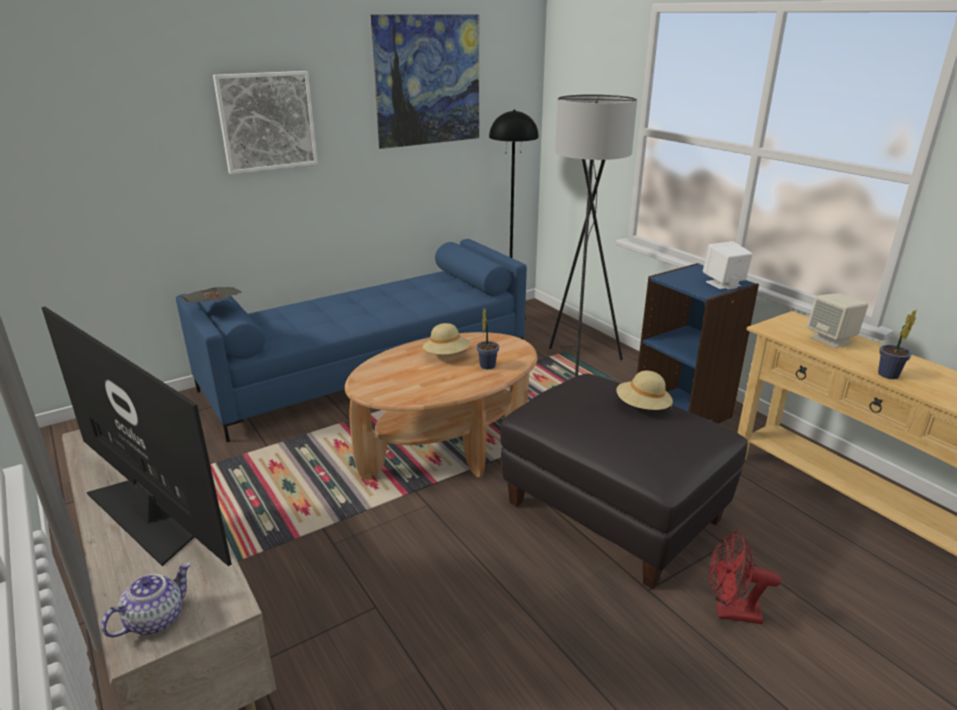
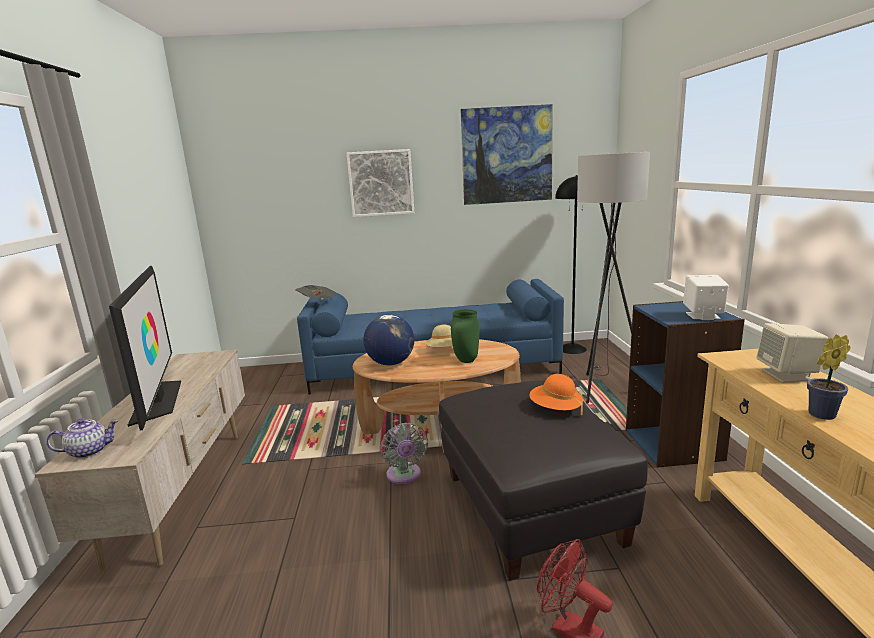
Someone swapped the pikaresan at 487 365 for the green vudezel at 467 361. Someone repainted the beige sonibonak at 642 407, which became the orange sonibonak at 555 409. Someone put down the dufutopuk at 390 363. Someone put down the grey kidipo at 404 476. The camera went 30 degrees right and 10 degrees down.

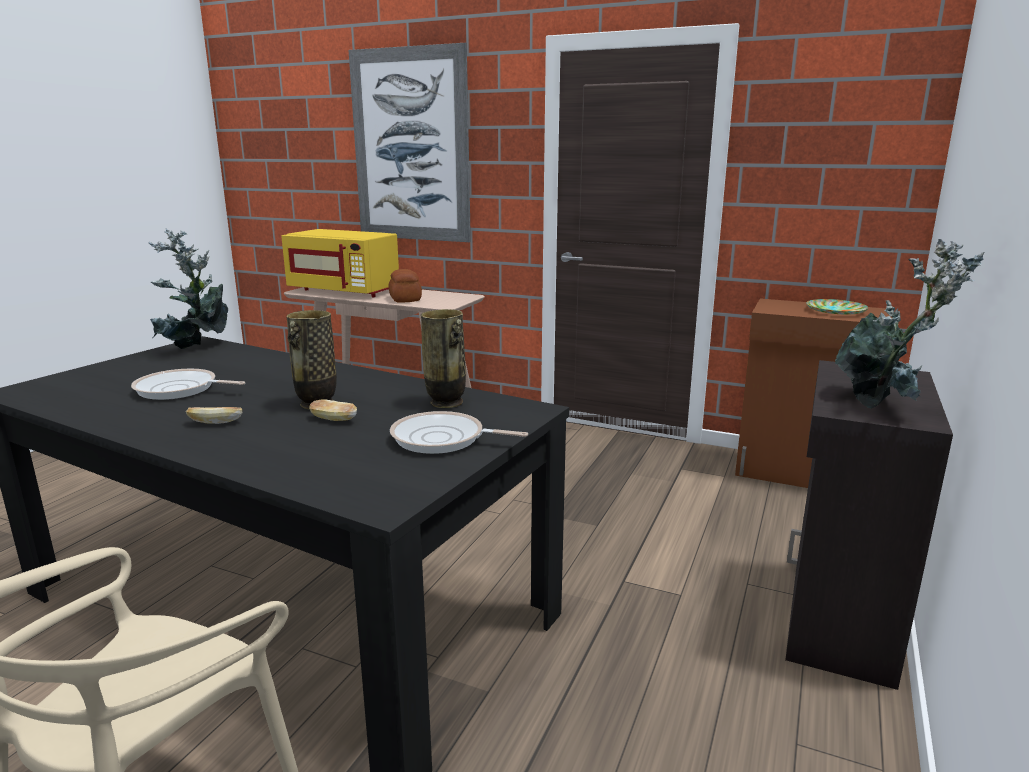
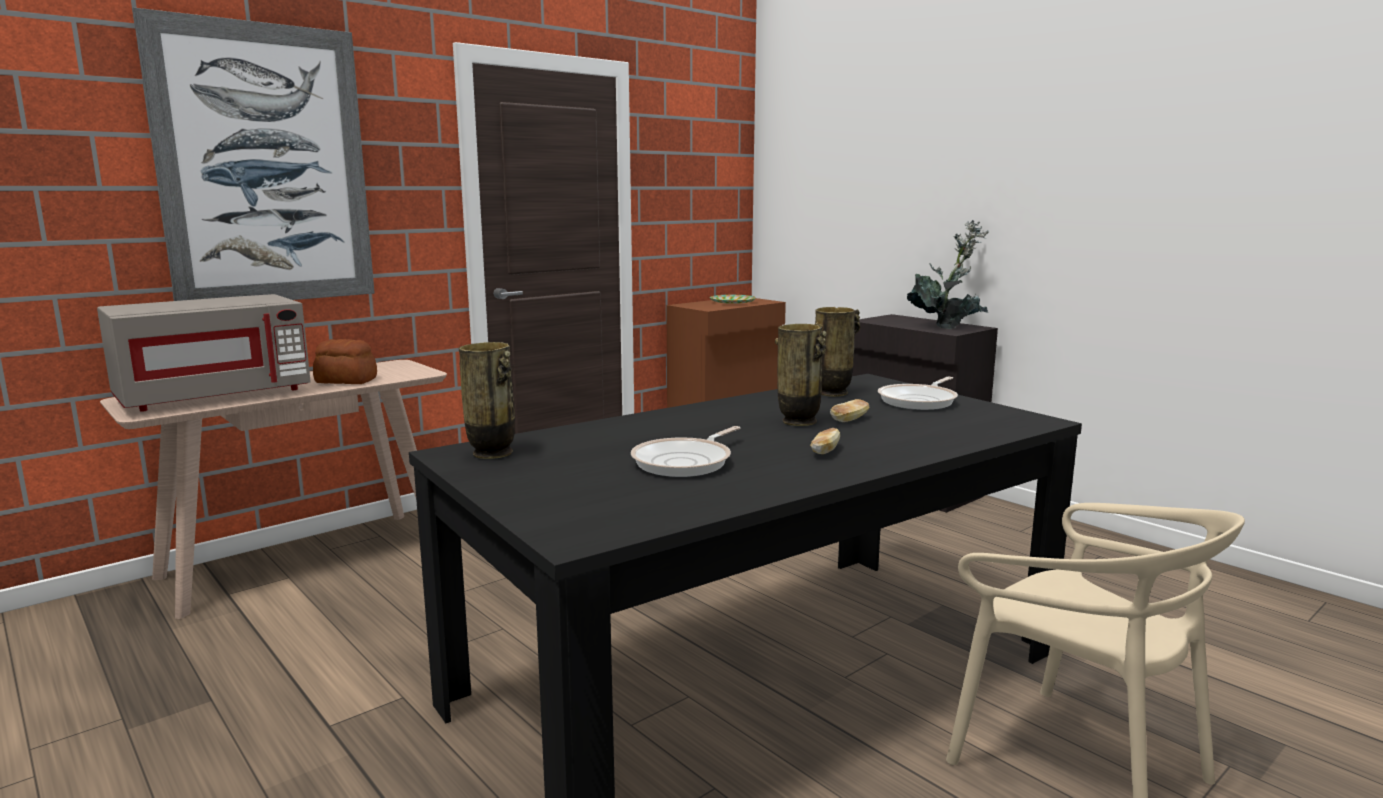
Someone swapped the pikaresan at 197 349 for the vudezel at 492 454. Someone repainted the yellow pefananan at 345 291, which became the grey pefananan at 214 396. The camera went 65 degrees left and 5 degrees down.

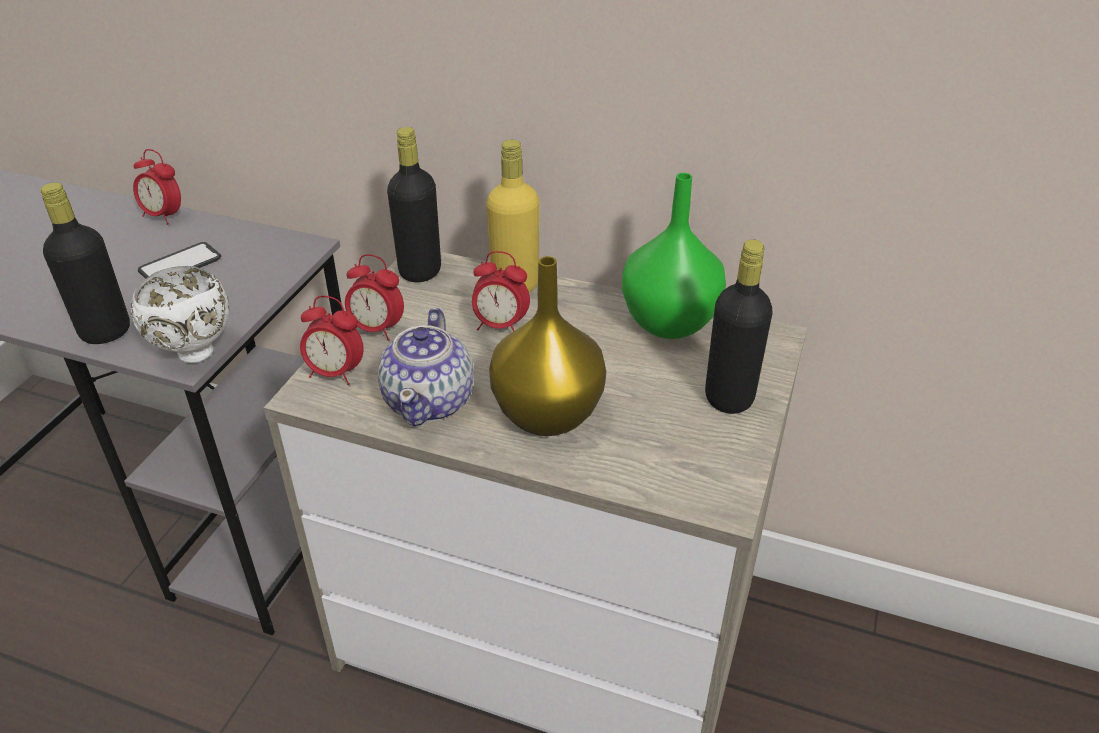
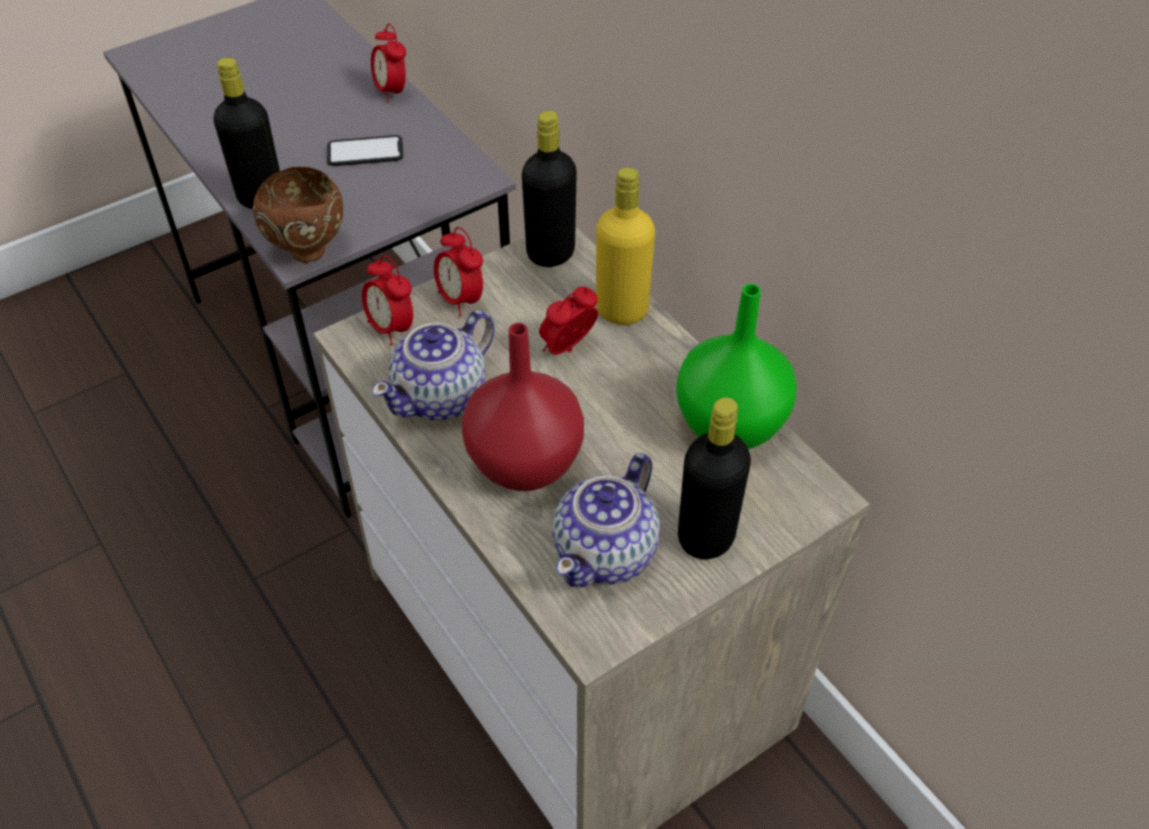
Someone repainted the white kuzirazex at 193 352, which became the brown kuzirazex at 307 250. Someone rotated the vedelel at 500 326 by 90 degrees clockwise. Someone repainted the yellow vudezel at 548 417, which became the red vudezel at 524 466. Someone put down the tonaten at 607 552. The camera went 35 degrees right and 10 degrees up.

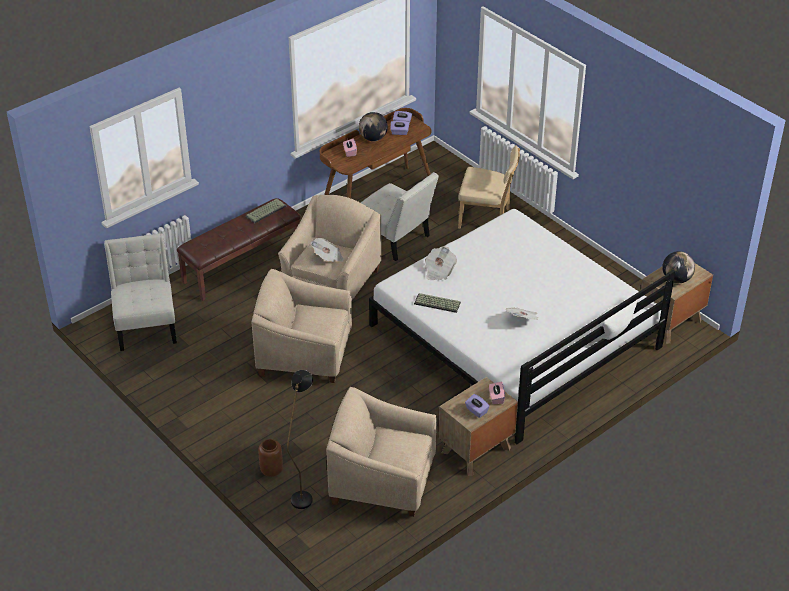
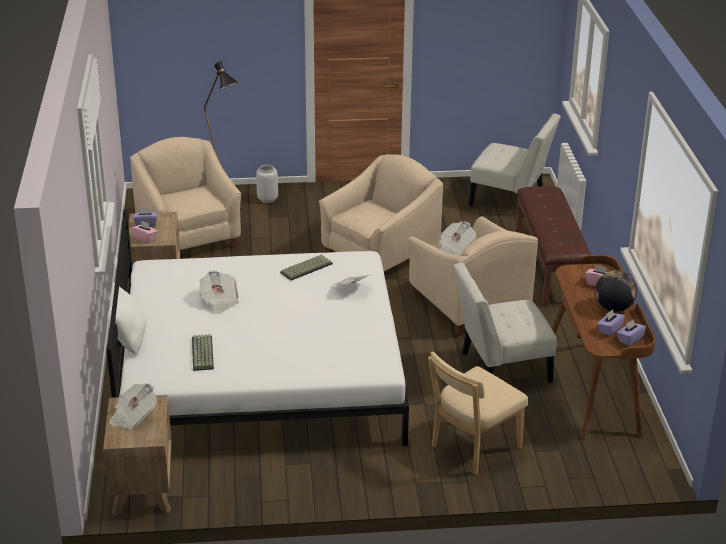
Someone carried the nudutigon from 266 211 to 203 353. Someone repainted the brown vudezel at 271 470, which became the grey vudezel at 268 199. Someone rotated the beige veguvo at 382 481 by 75 degrees counterclockwise. Someone swapped the dufutopuk at 676 279 for the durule at 133 417. The camera went 125 degrees right and 10 degrees down.

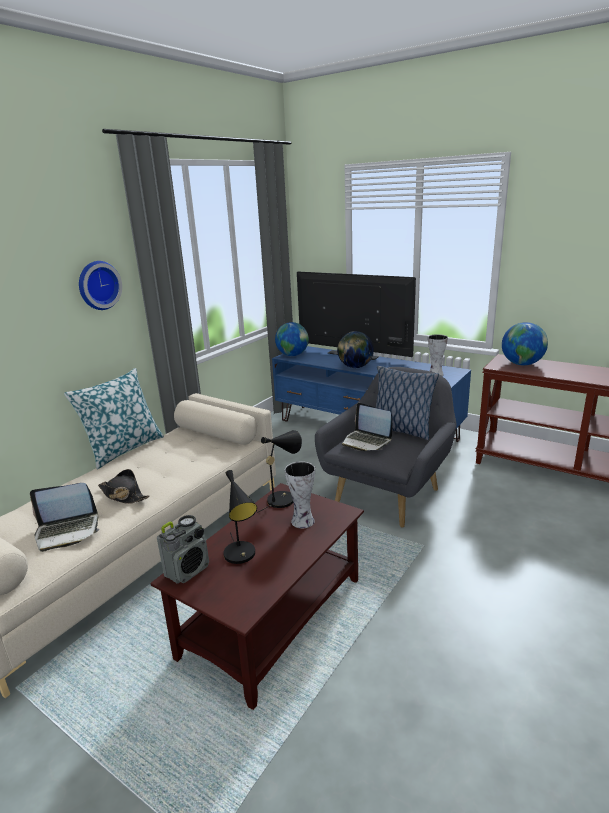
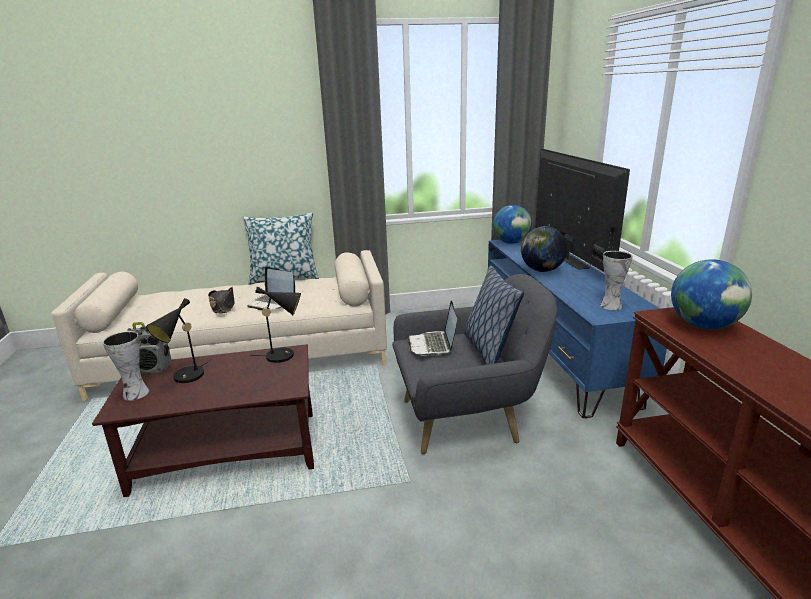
Someone carried the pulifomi from 67 531 to 272 302. Someone took away the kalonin at 98 285. Someone carried the vudezel from 302 522 to 134 394. The camera went 45 degrees right and 0 degrees up.

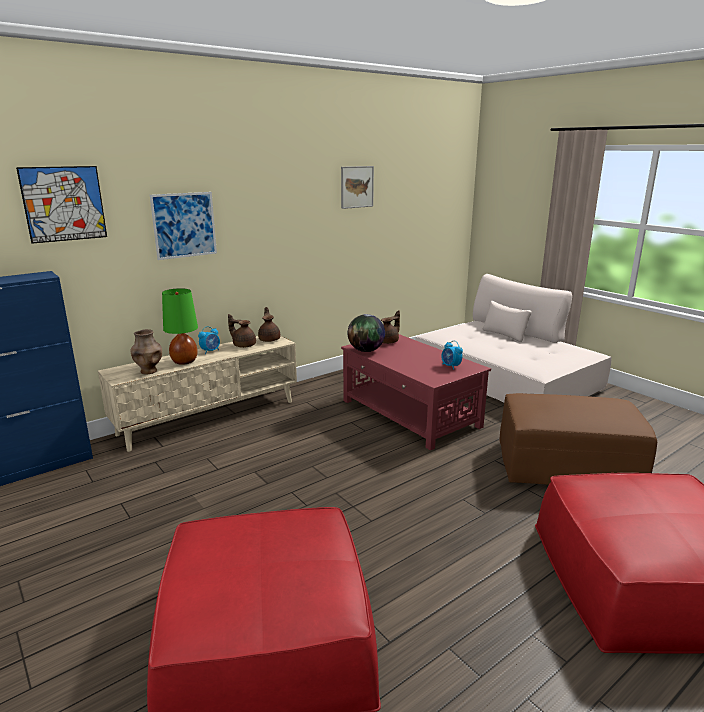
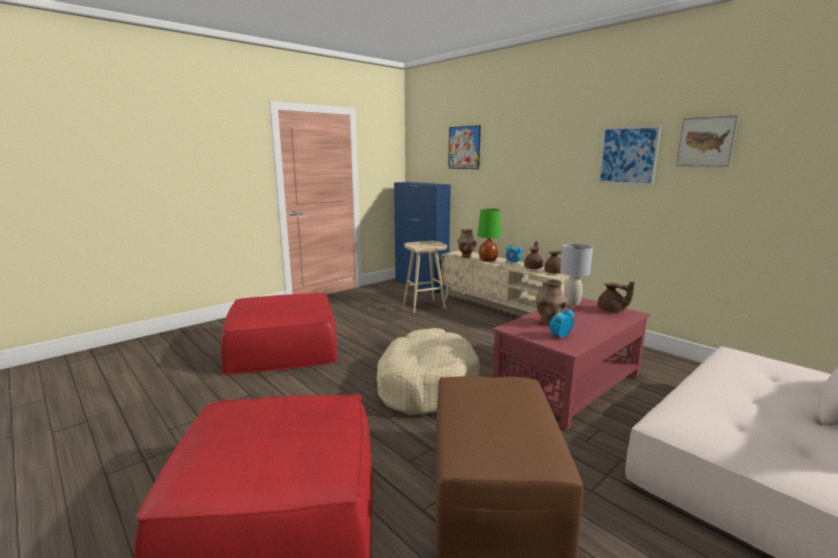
Someone carried the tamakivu from 184 225 to 628 155. Someone swapped the dufutopuk at 366 350 for the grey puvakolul at 571 303. Someone put down the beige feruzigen at 425 384. Someone put down the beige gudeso at 424 306. Someone put down the brown vudezel at 548 323. The camera went 85 degrees right and 5 degrees down.

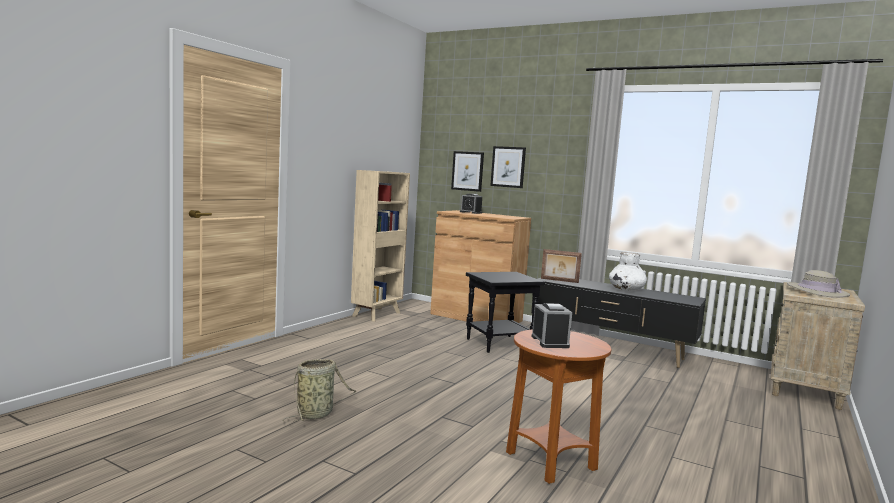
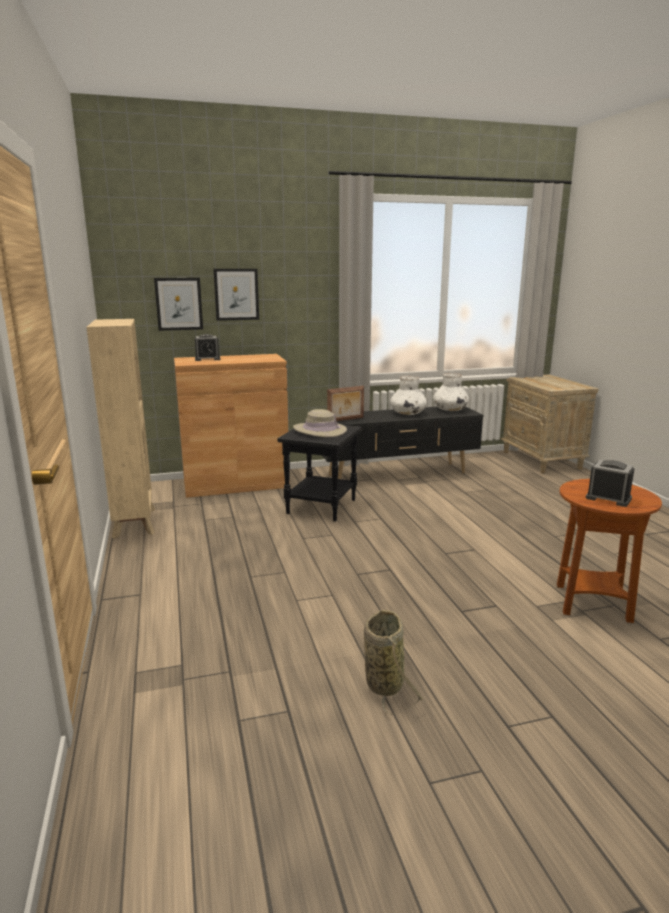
Someone carried the beige sonibonak from 817 291 to 320 430. Someone put down the white vudezel at 450 410. The camera went 45 degrees left and 10 degrees up.

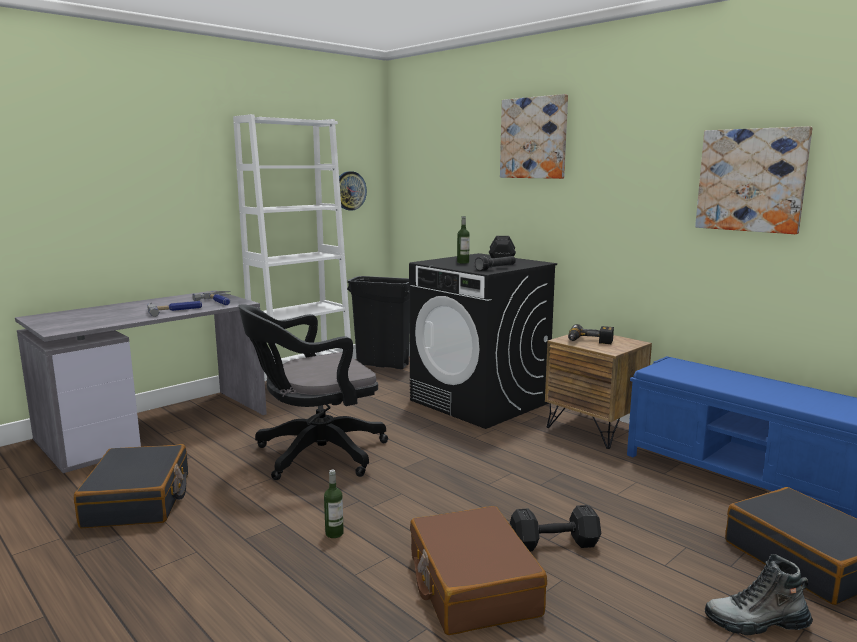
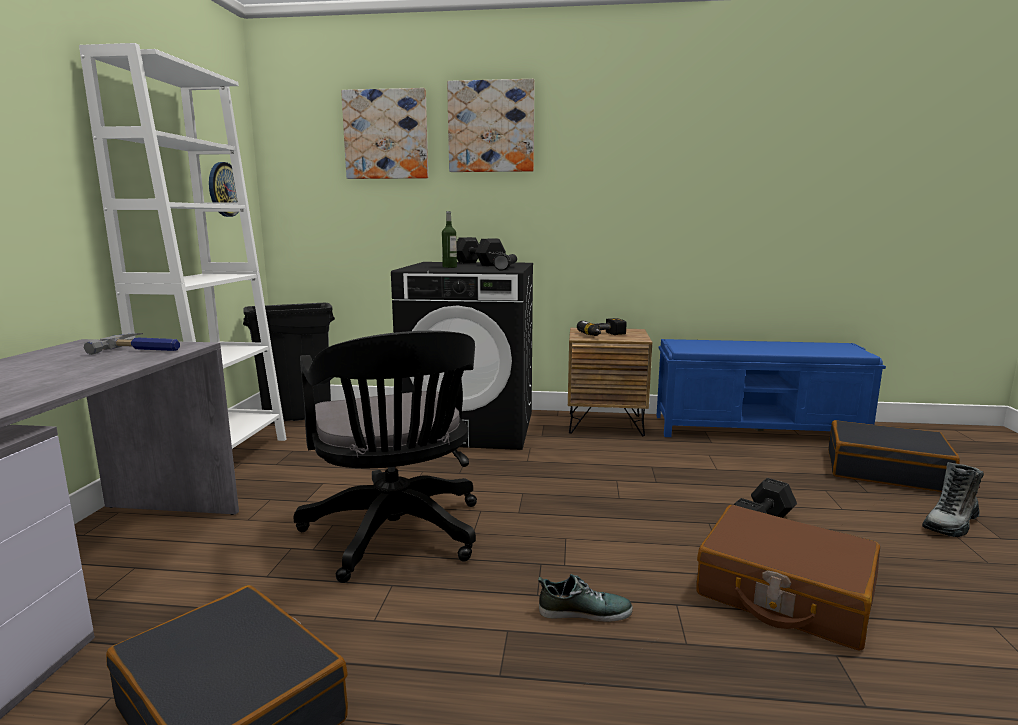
Someone took away the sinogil at 174 310. Someone rotated the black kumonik at 314 455 by 45 degrees counterclockwise. Someone swapped the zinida at 334 533 for the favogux at 584 611. Someone carried the tamakivu from 751 180 to 386 135. The camera went 40 degrees left and 0 degrees up.

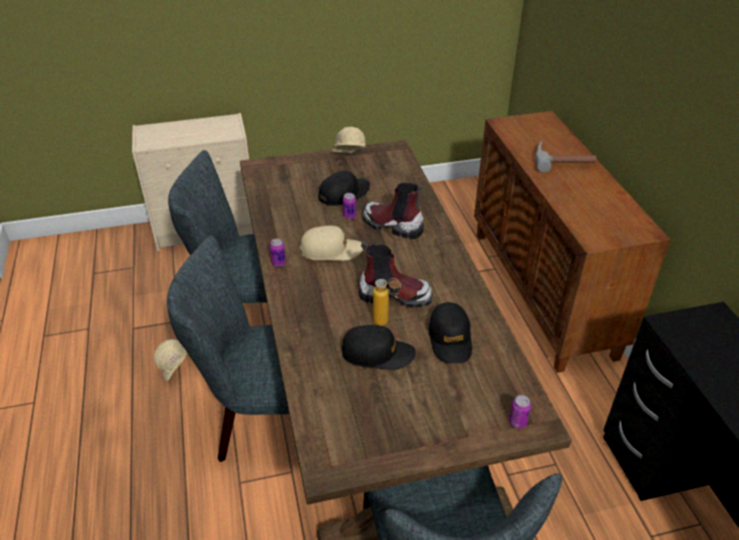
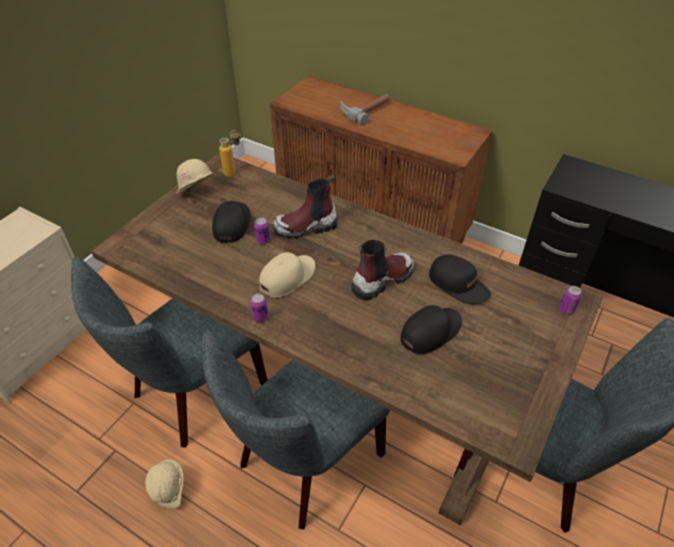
Someone carried the zinida from 386 323 to 234 173. The camera went 45 degrees left and 5 degrees up.

